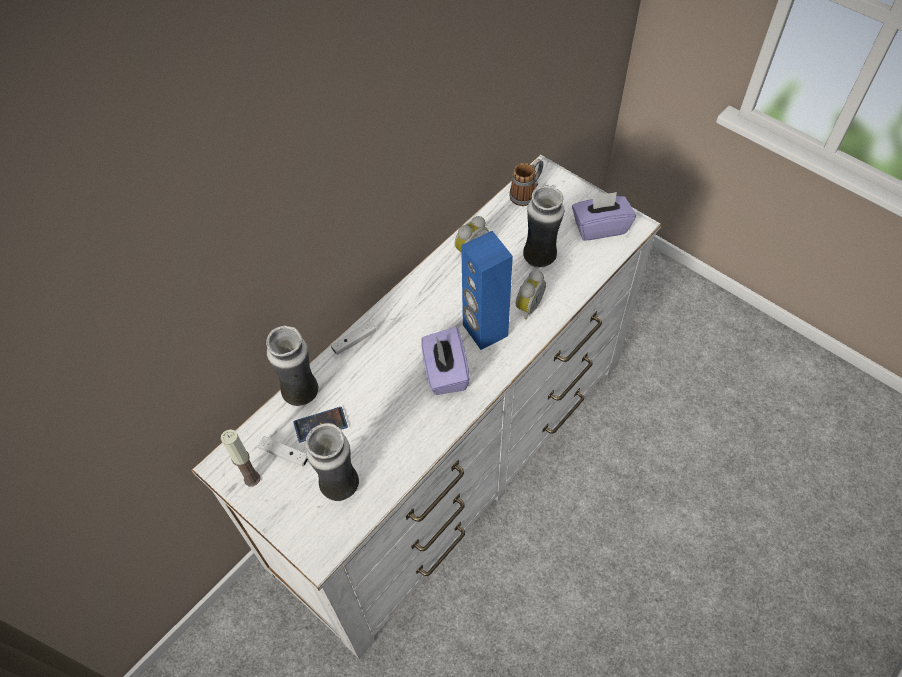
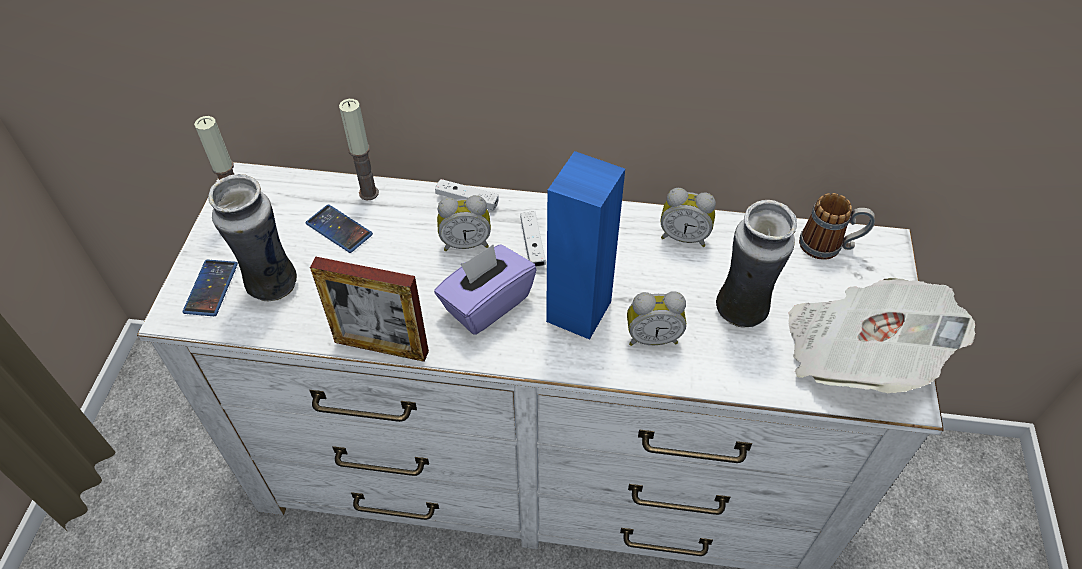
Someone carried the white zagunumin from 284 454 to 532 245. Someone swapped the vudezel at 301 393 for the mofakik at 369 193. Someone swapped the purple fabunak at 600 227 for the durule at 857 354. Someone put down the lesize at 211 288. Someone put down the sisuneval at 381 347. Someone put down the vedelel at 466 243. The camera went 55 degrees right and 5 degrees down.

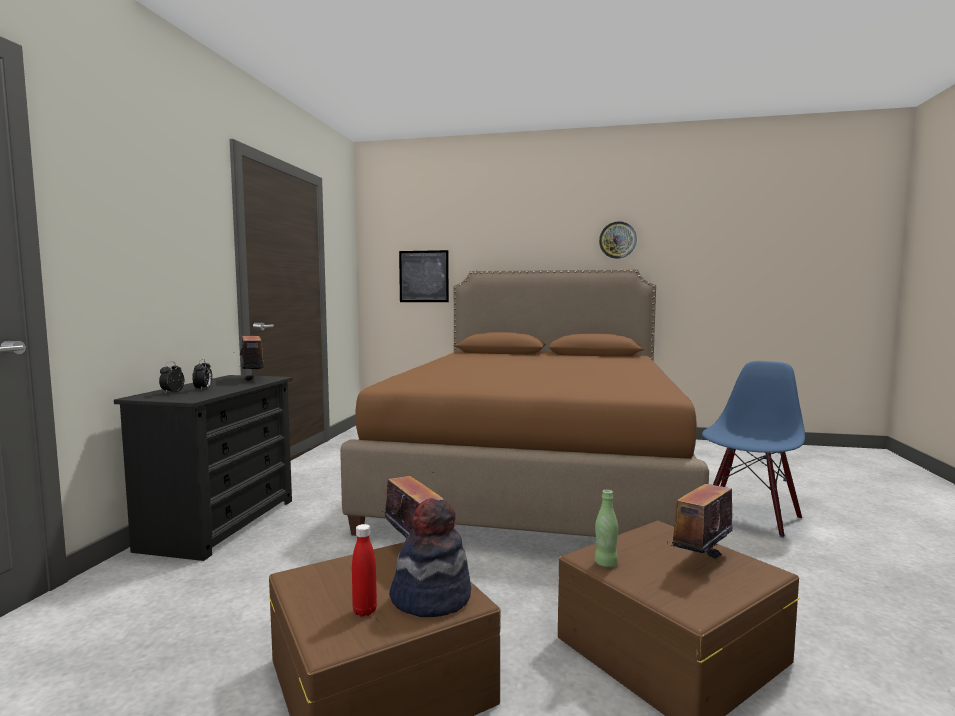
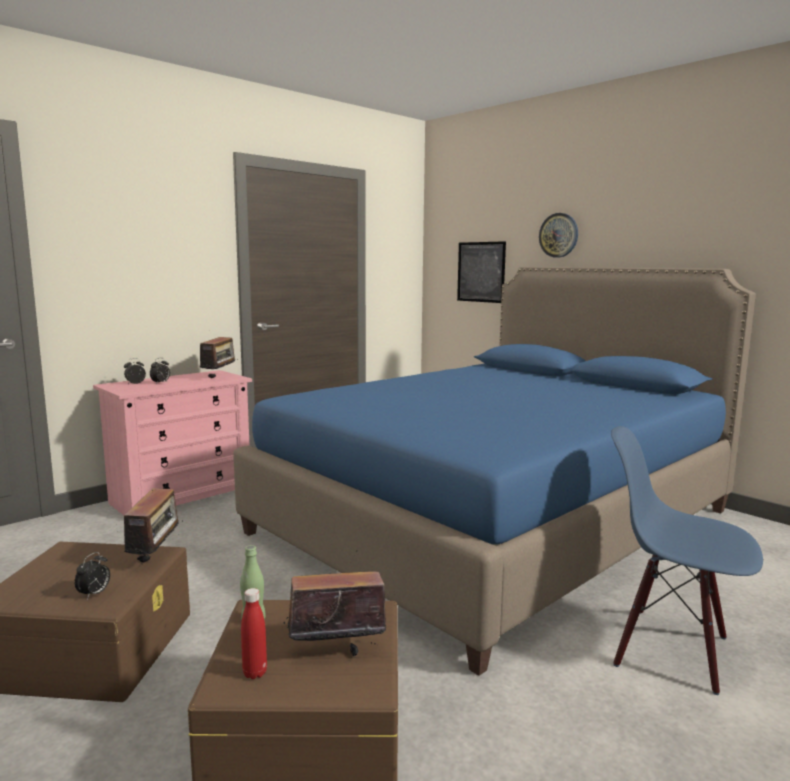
Someone repainted the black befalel at 221 523, which became the pink befalel at 182 497. Someone repainted the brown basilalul at 536 474, which became the blue basilalul at 495 521. Someone carried the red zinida from 364 611 to 255 673. Someone swapped the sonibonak at 431 598 for the vedelel at 94 594. Someone carried the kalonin from 617 240 to 559 235. Someone rotated the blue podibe at 749 516 by 135 degrees counterclockwise. The camera went 35 degrees right and 5 degrees up.

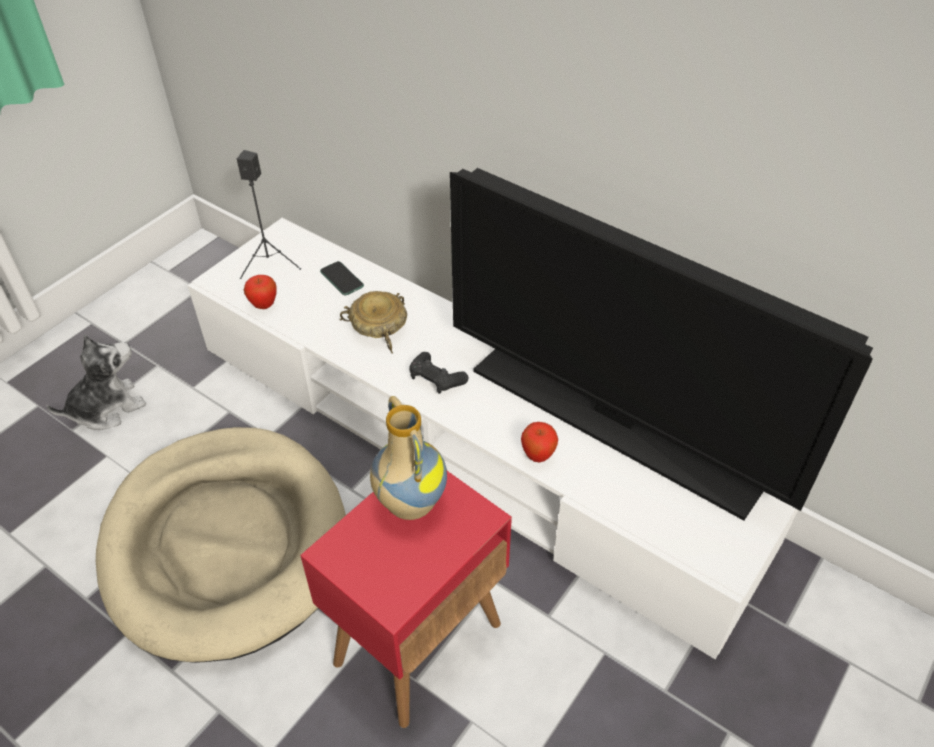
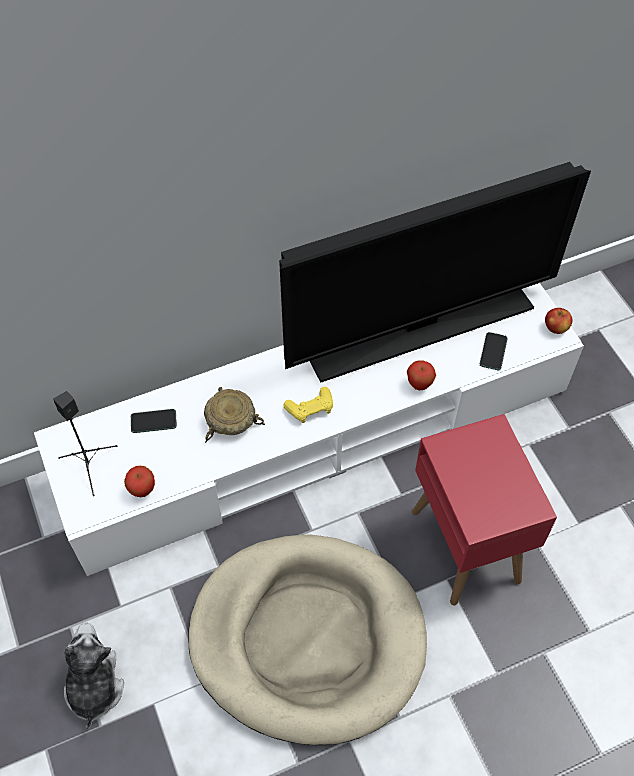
Someone took away the vudezel at 409 504. Someone repainted the black zagunumin at 436 379, which became the yellow zagunumin at 310 409. Someone put down the lesize at 493 352. Someone put down the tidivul at 556 328. The camera went 60 degrees left and 10 degrees up.

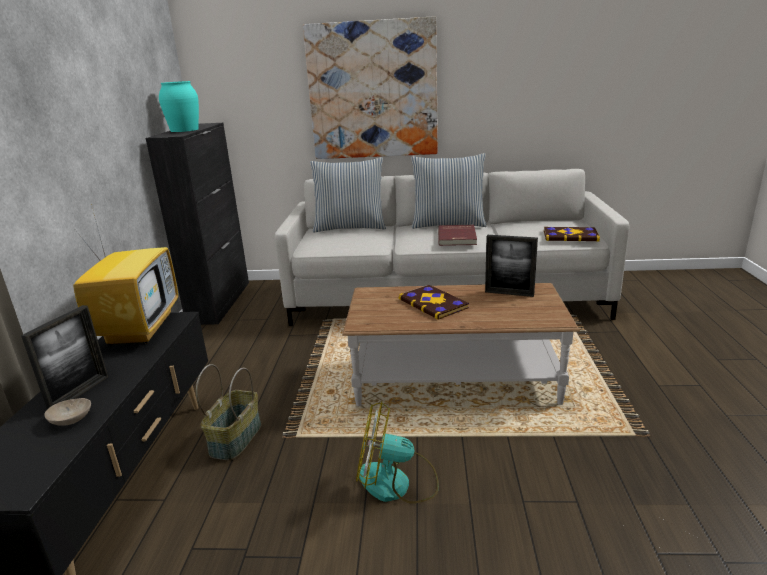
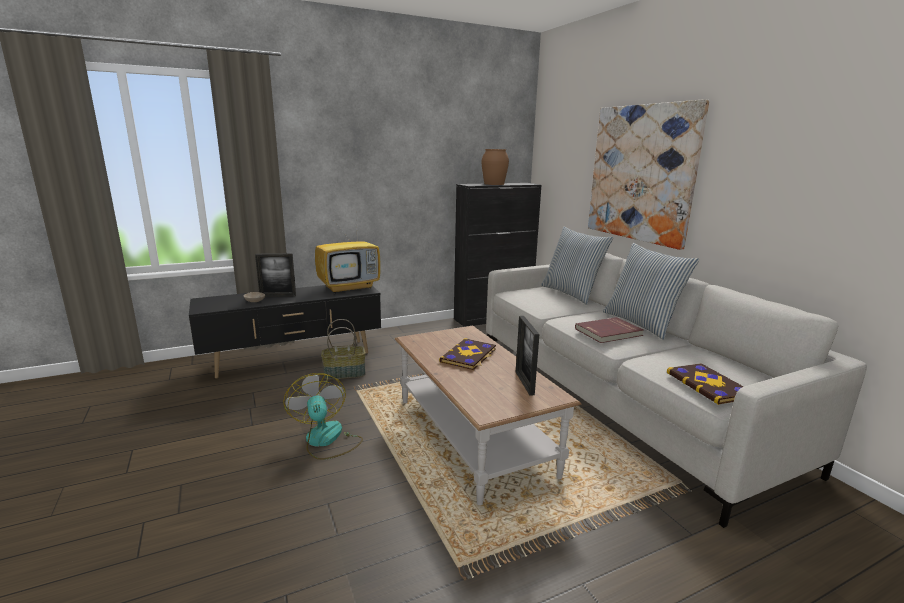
Someone repainted the turquoise vudezel at 184 130, which became the brown vudezel at 493 184. The camera went 60 degrees right and 5 degrees down.

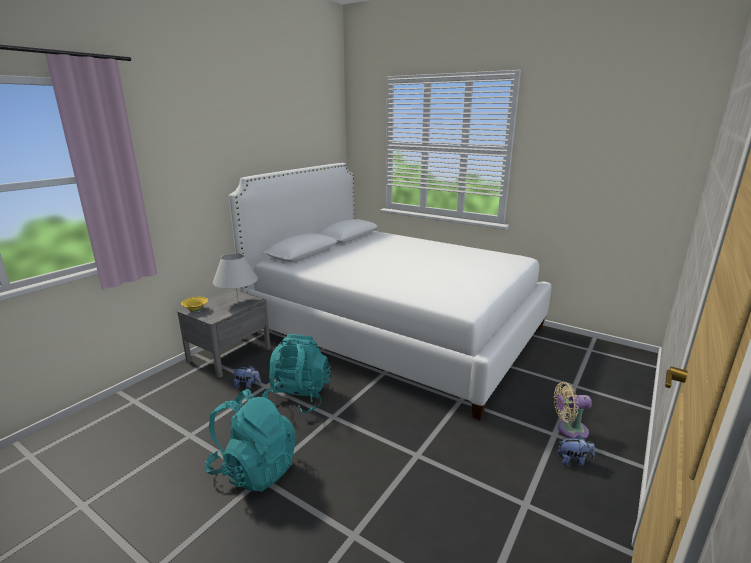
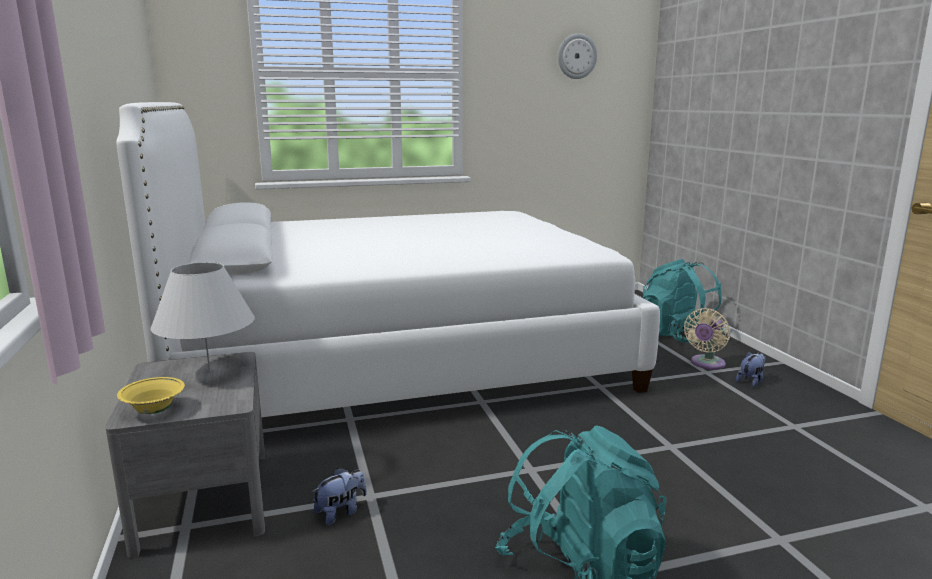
Someone carried the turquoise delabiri from 298 398 to 677 336. Someone put up the kalonin at 576 56. The camera went 50 degrees left and 5 degrees down.

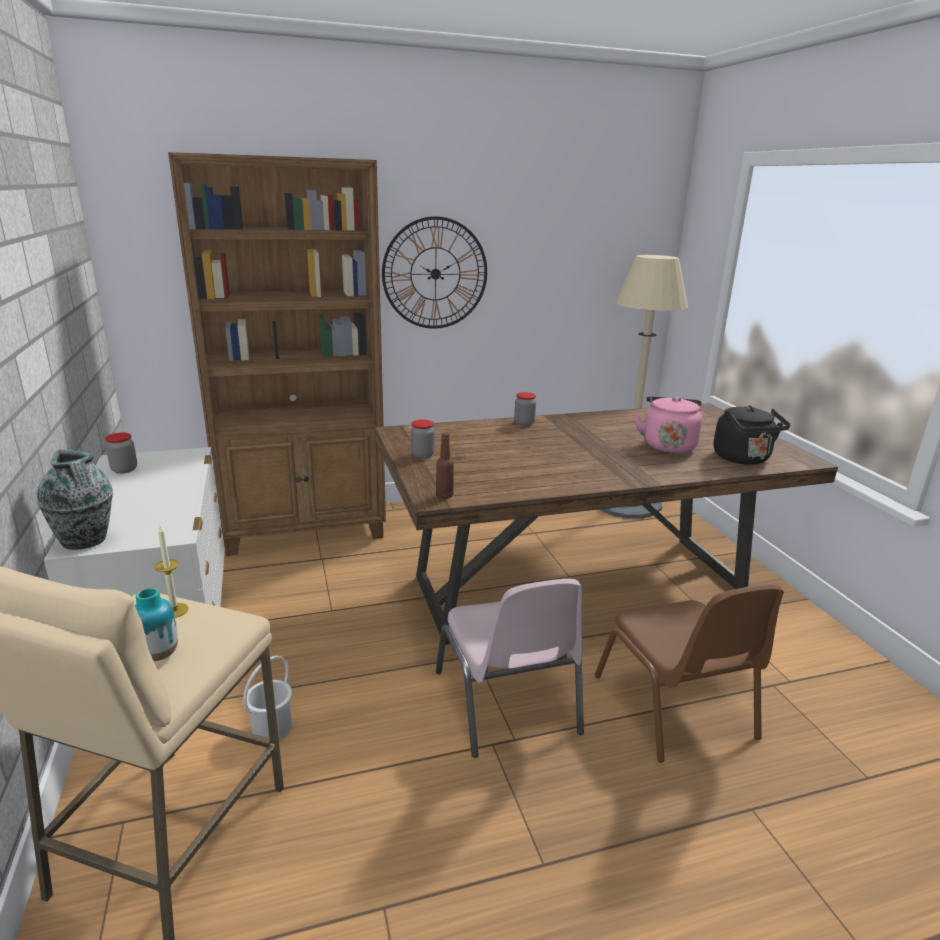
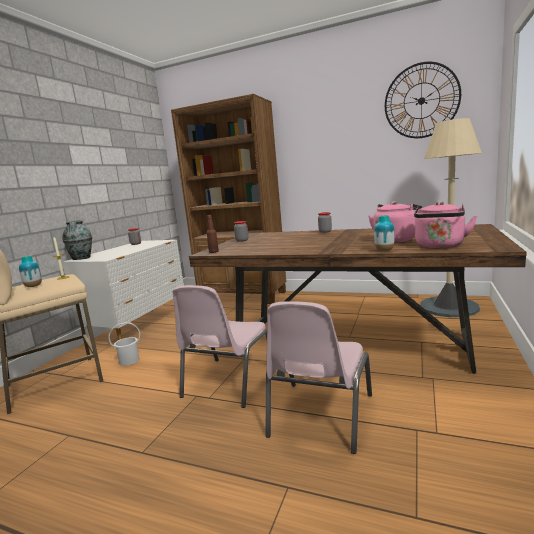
Someone carried the kalonin from 435 274 to 421 101. Someone repainted the brown podibe at 675 707, which became the pink podibe at 319 416. Someone repainted the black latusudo at 743 459, which became the pink latusudo at 439 246. Someone put down the vudezel at 384 250. The camera went 40 degrees right and 10 degrees down.

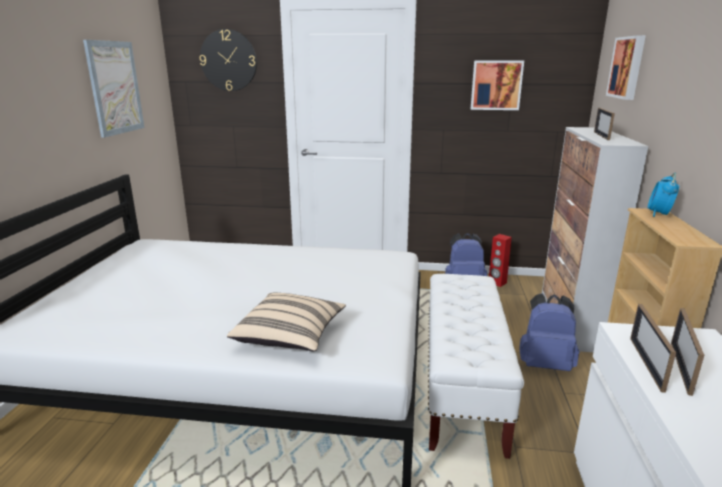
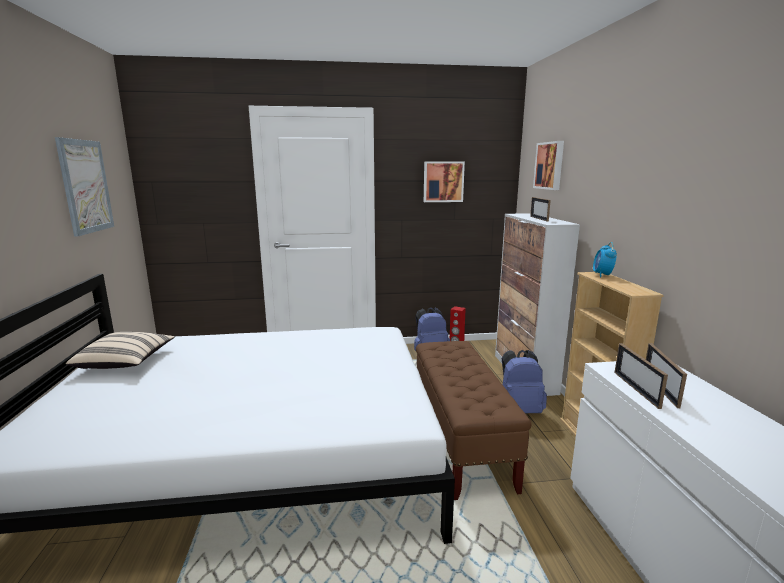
Someone took away the kalonin at 228 60. Someone carried the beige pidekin from 290 336 to 126 363. Someone repainted the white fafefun at 462 387, which became the brown fafefun at 460 440. The camera went 15 degrees left and 5 degrees down.

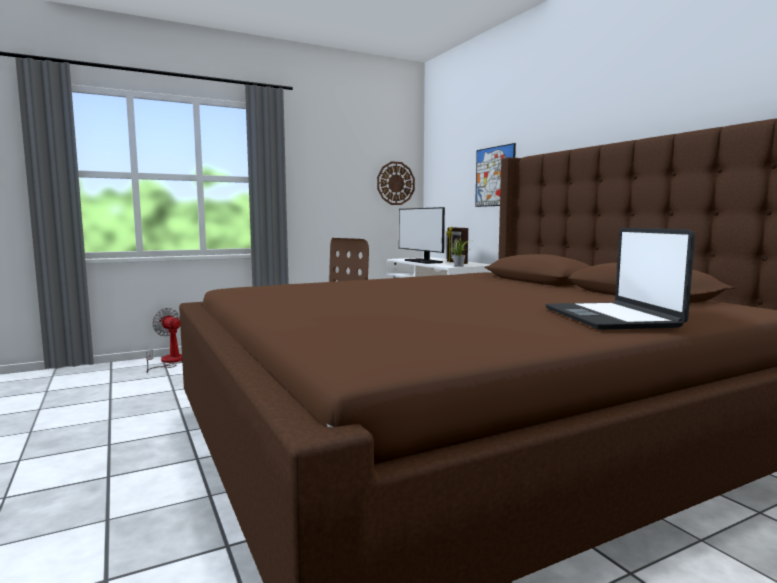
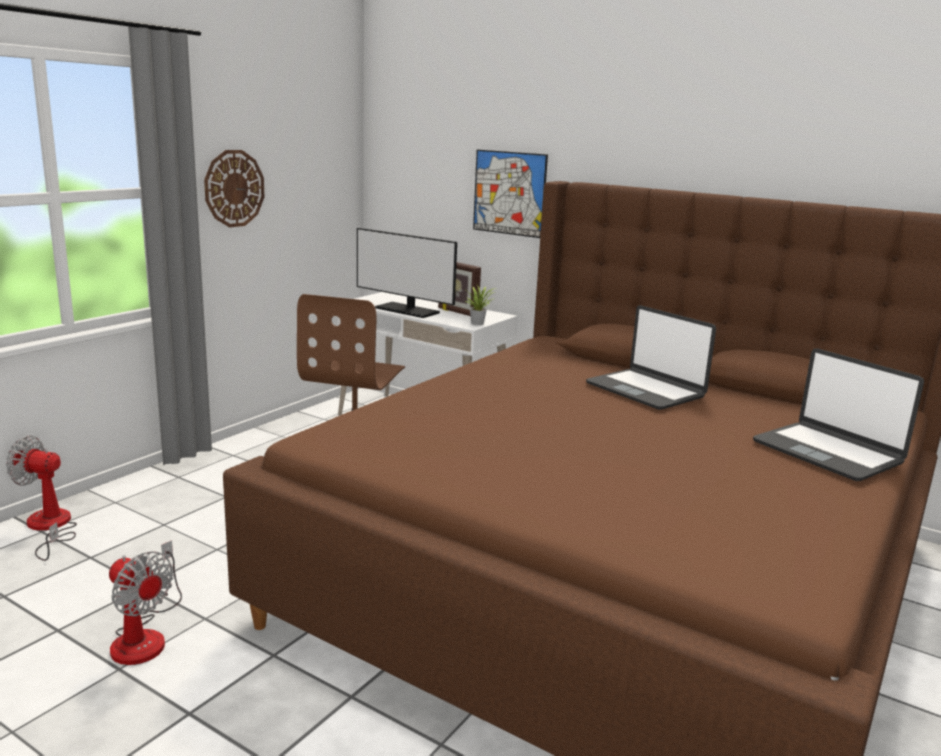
Someone carried the kalonin from 395 183 to 234 188. Someone put down the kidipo at 144 636. Someone put down the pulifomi at 646 390. The camera went 30 degrees left and 10 degrees up.

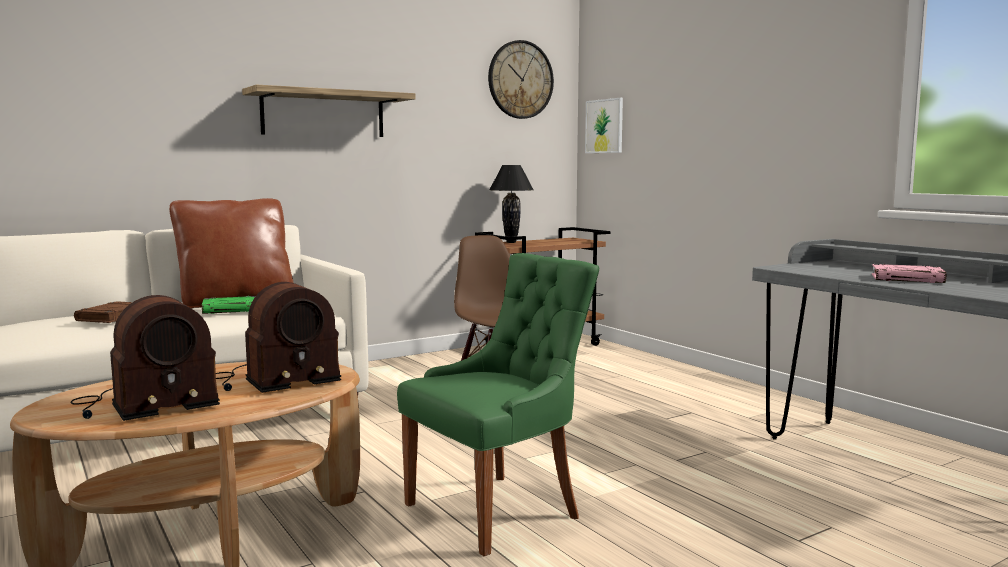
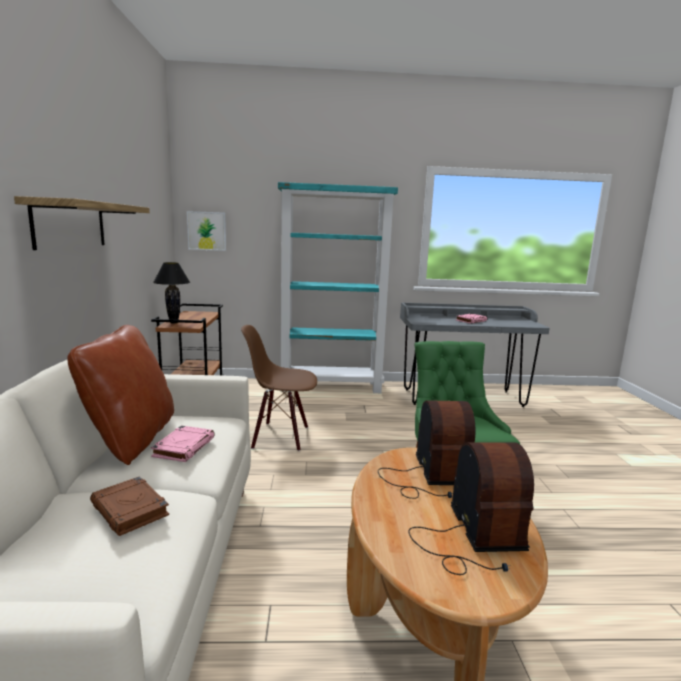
Someone repainted the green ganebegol at 231 309, which became the pink ganebegol at 184 447. Someone took away the kalonin at 520 80. Someone put down the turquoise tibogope at 331 386. The camera went 60 degrees left and 5 degrees up.

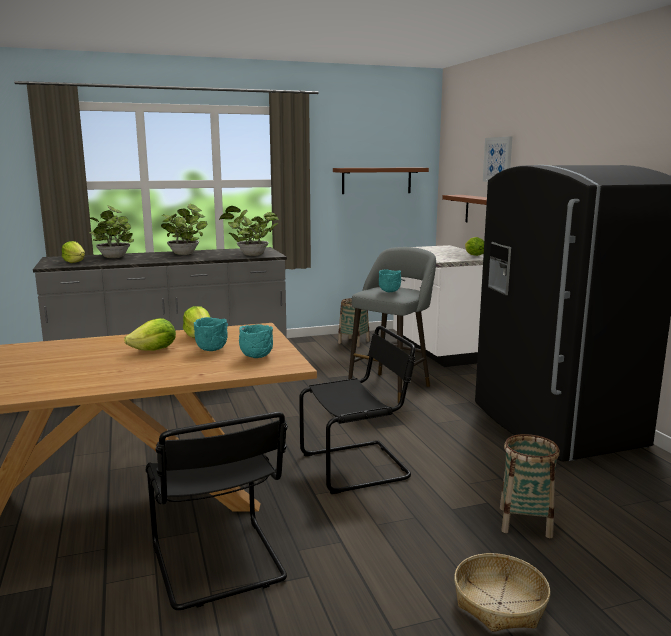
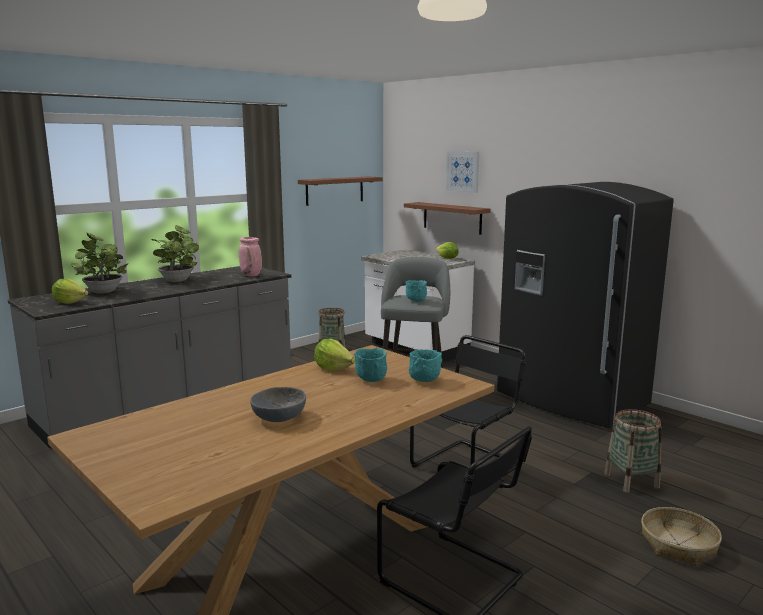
Someone took away the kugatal at 154 350. Someone swapped the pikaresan at 250 255 for the pink vudezel at 251 275. Someone put down the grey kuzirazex at 278 418. The camera went 25 degrees left and 0 degrees up.

